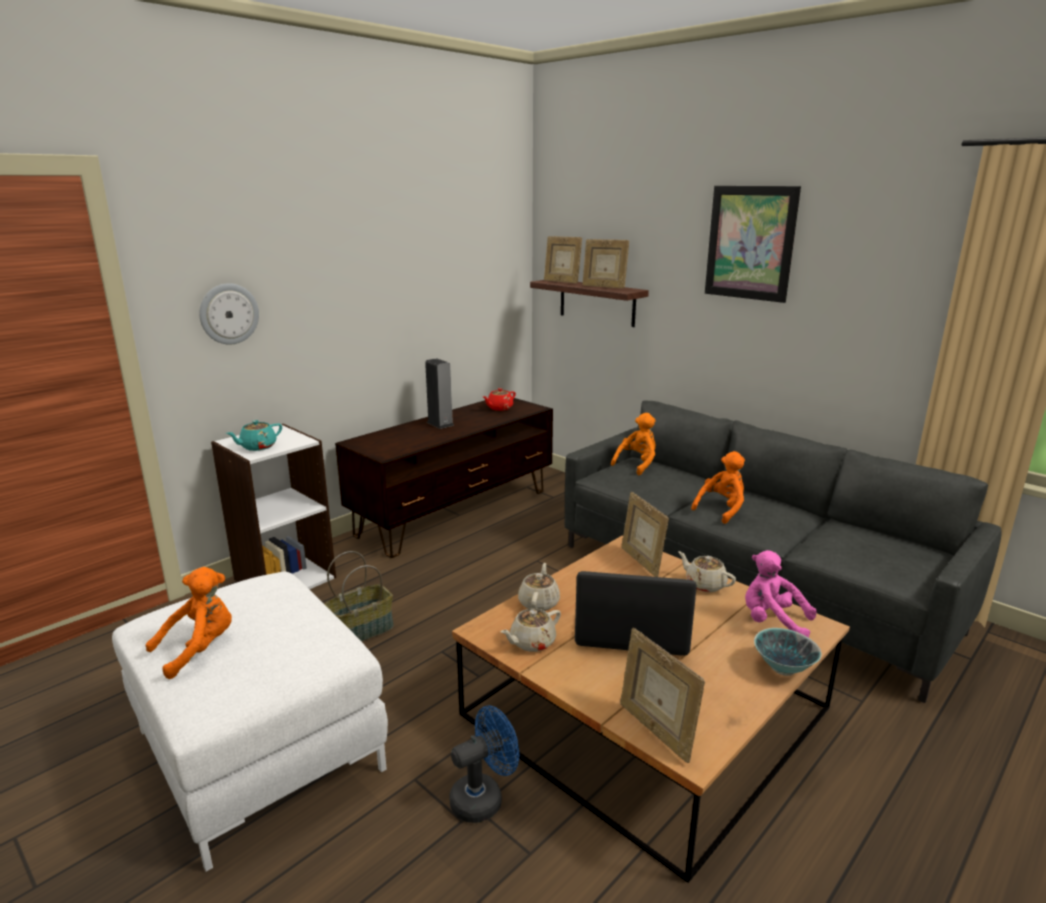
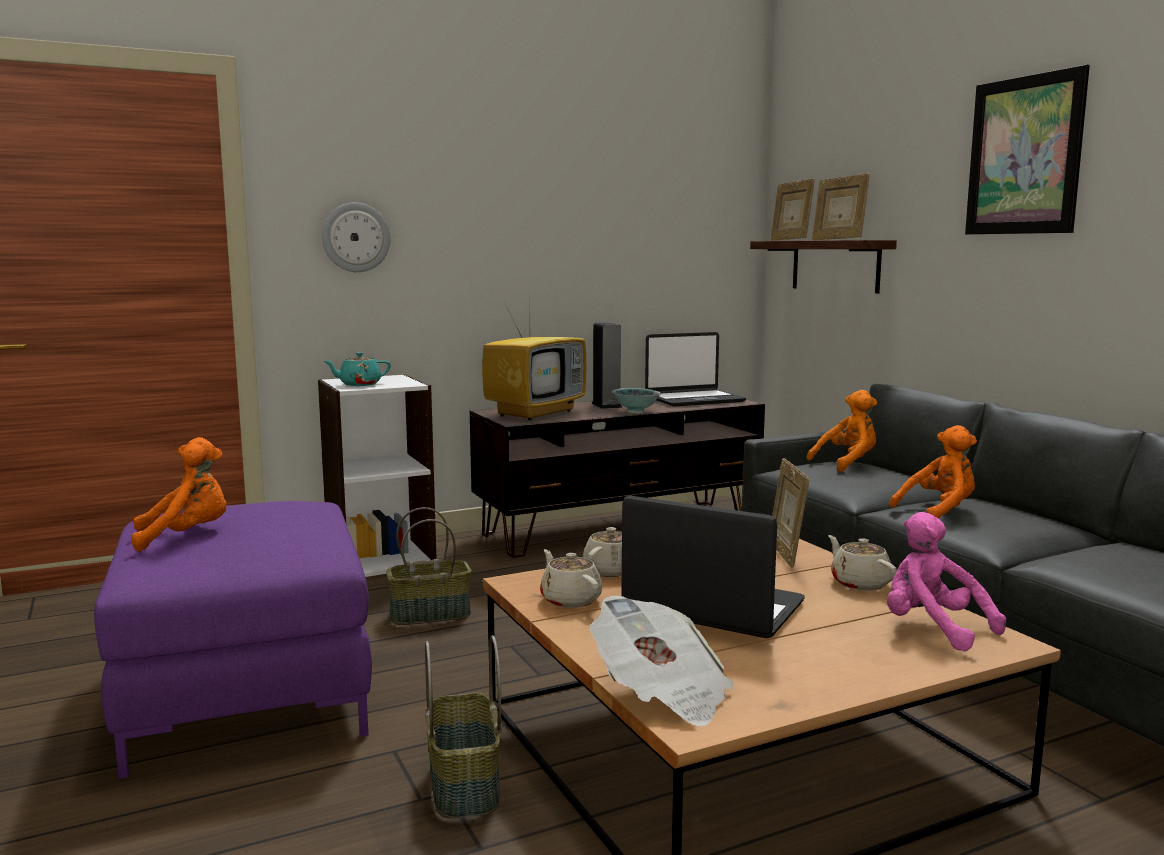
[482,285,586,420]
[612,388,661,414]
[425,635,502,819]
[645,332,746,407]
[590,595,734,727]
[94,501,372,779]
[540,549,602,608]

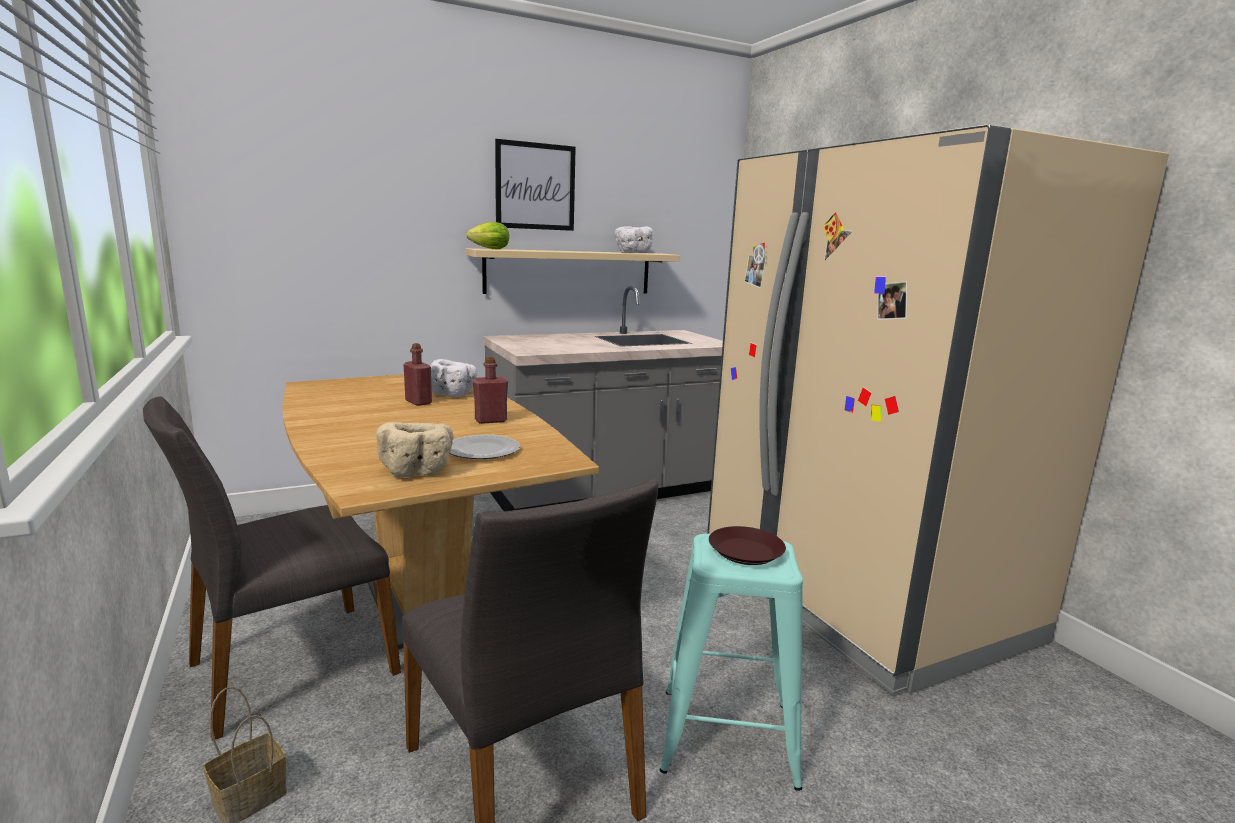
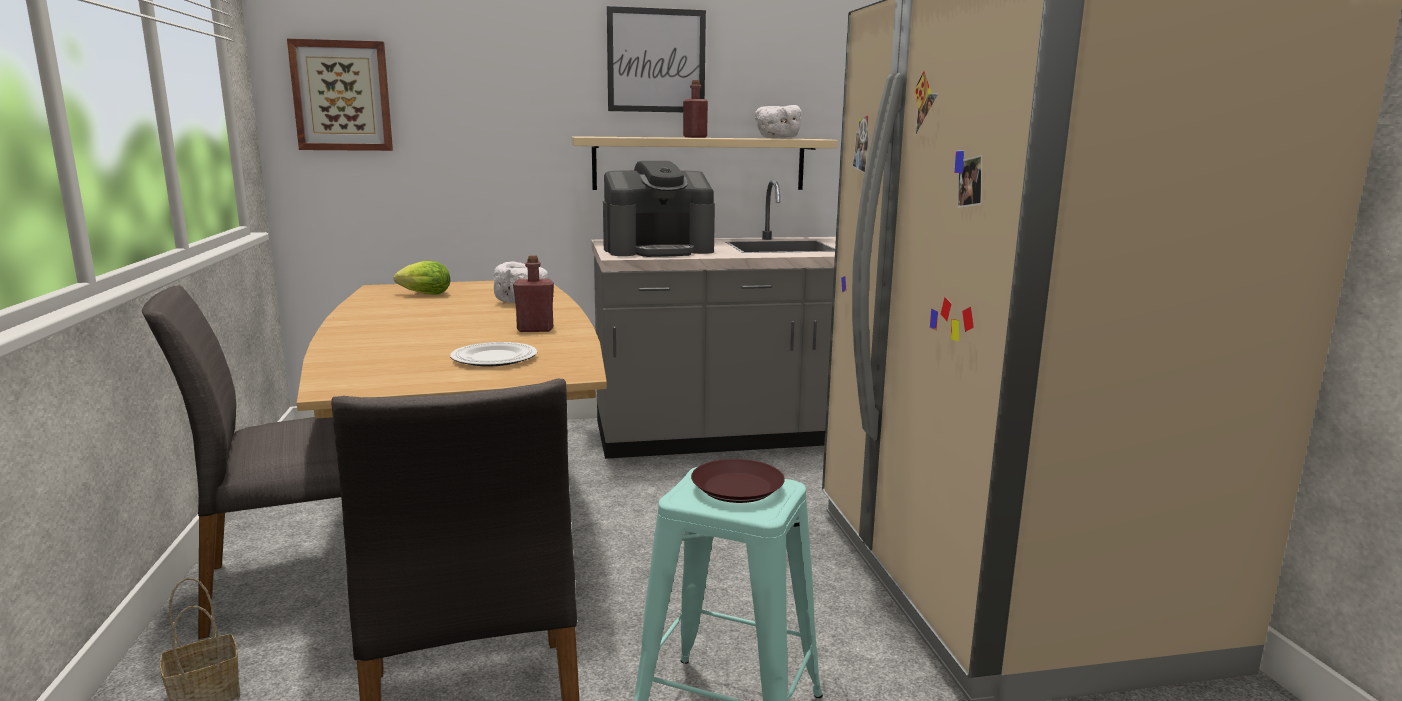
[376,422,454,477] (first image)
[287,39,393,151]
[603,161,715,257]
[683,80,708,138]
[394,261,450,295]

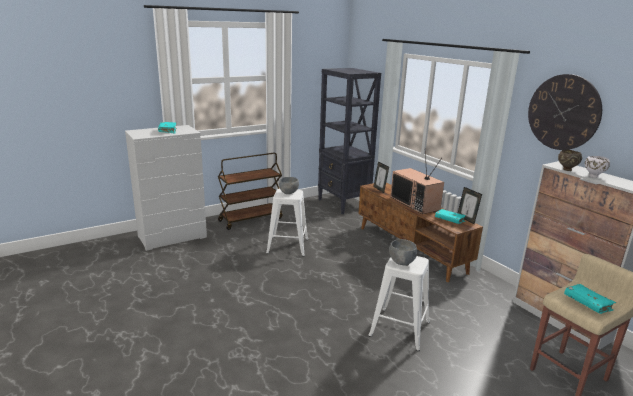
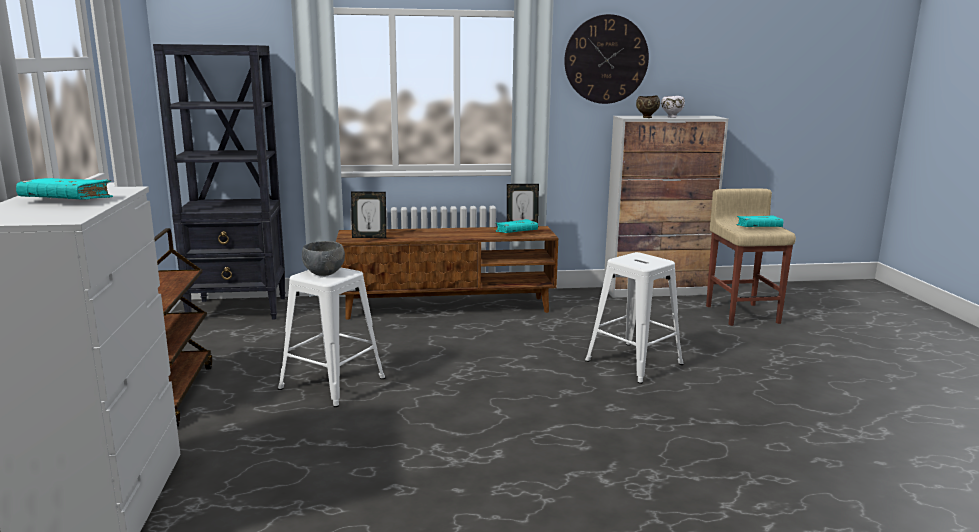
[389,239,417,265] (first image)
[390,153,444,214] (first image)

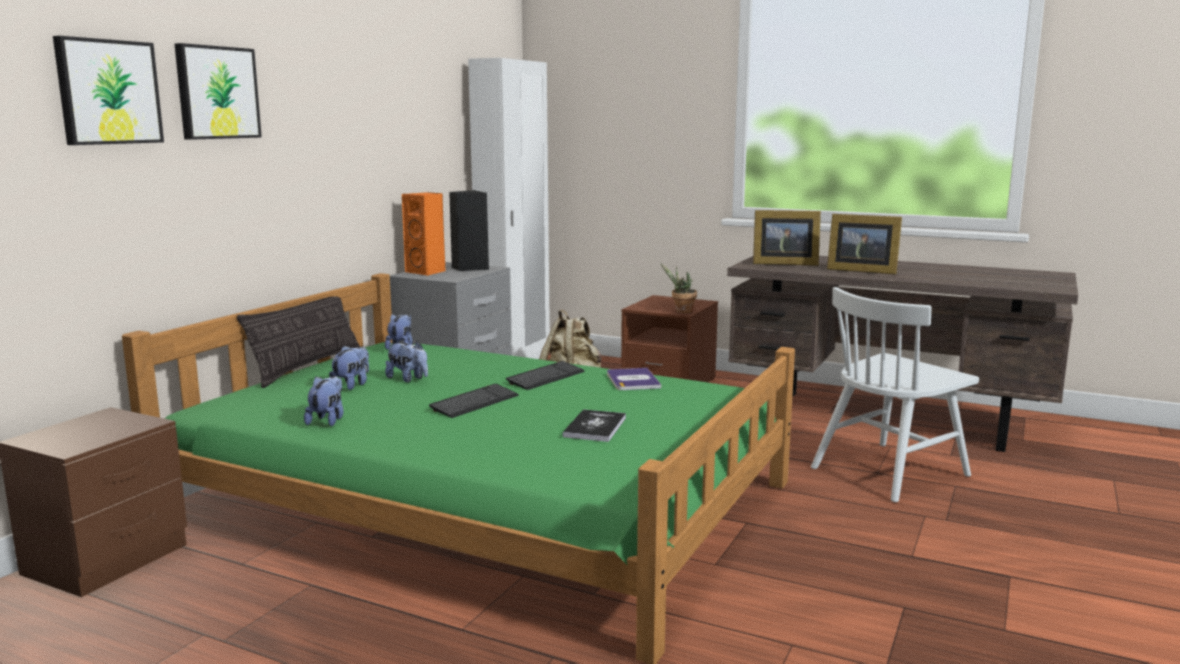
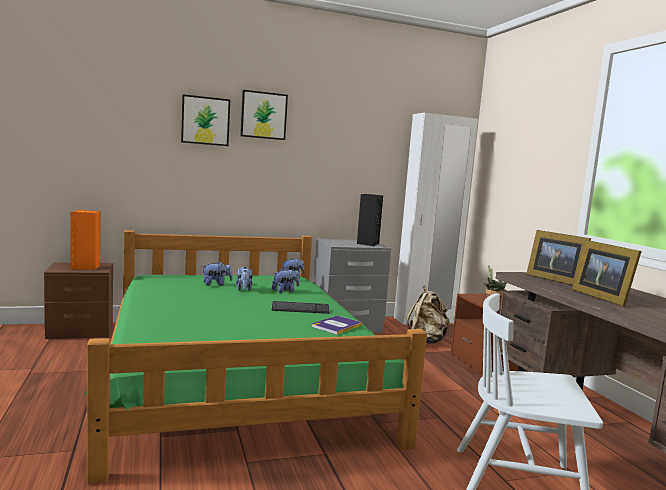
[237,288,360,388] (first image)
[429,384,519,418] (first image)
[562,409,626,442] (first image)
[240,90,288,140]
[272,268,299,293]
[70,210,101,270]

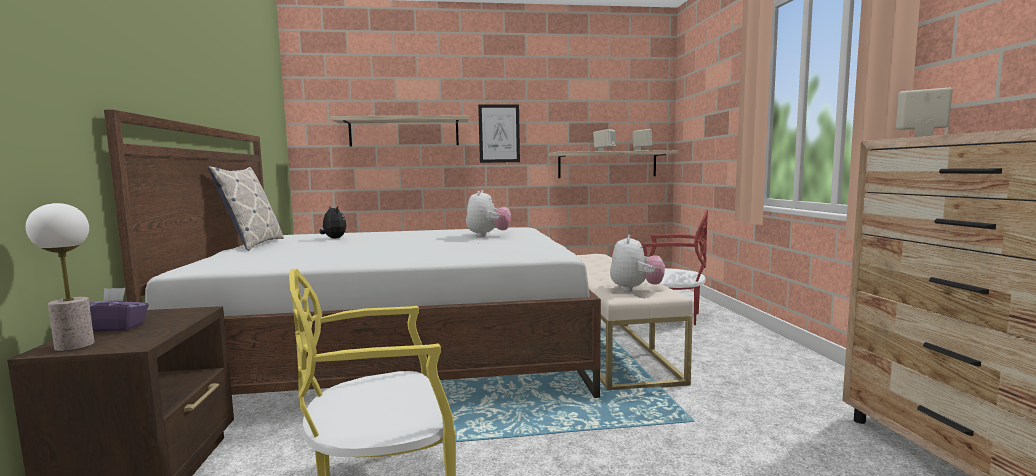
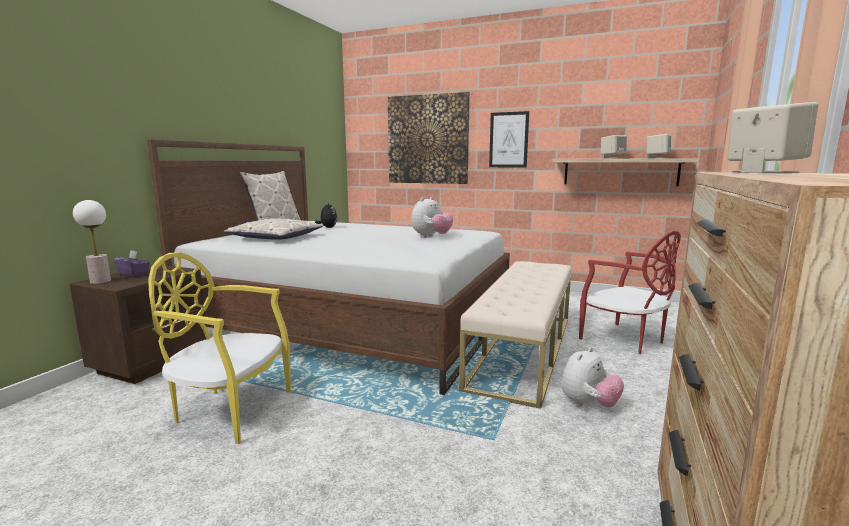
[224,218,323,240]
[561,347,624,408]
[388,92,470,184]

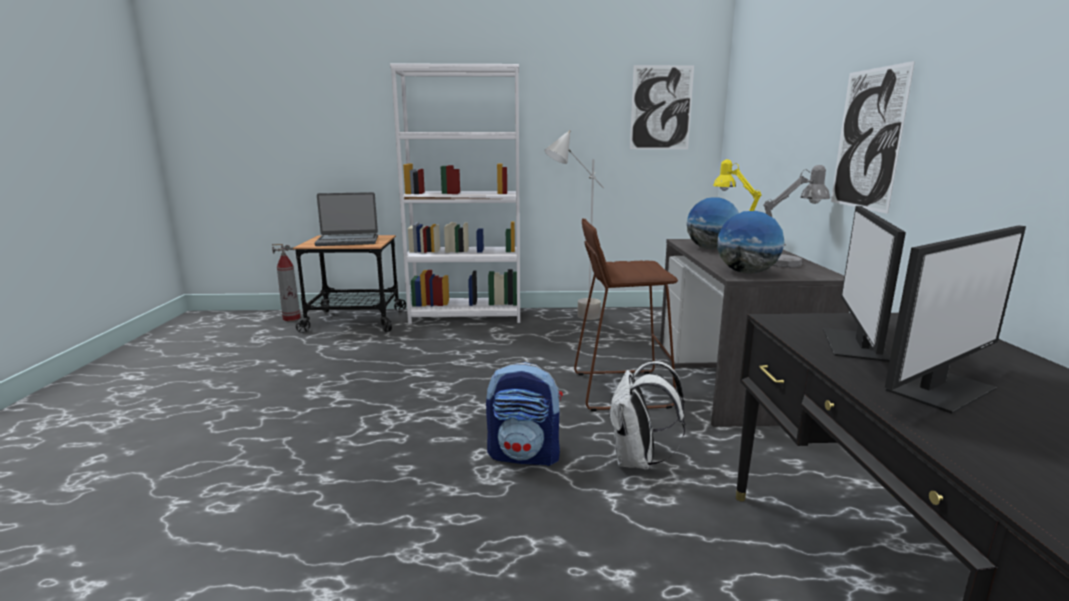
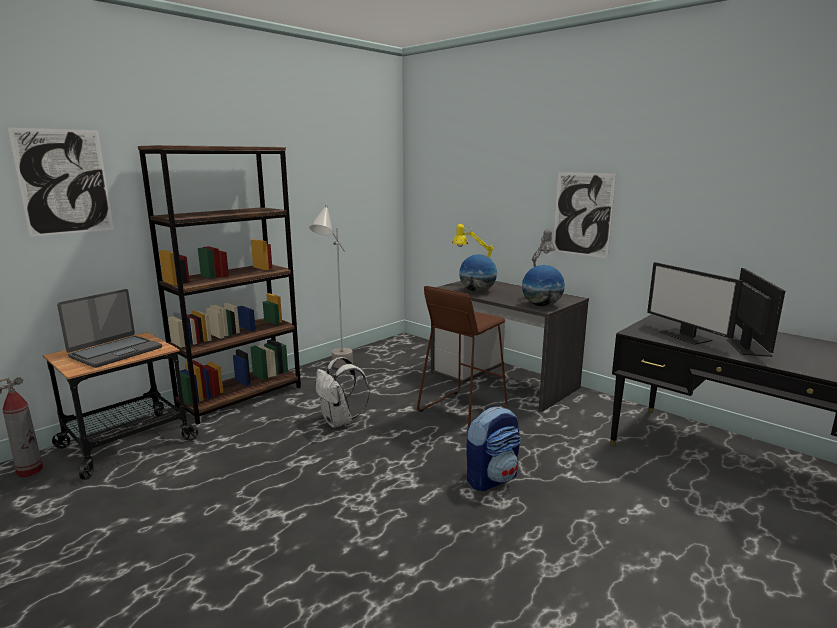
[316,357,370,428]
[8,128,114,237]
[138,145,301,425]

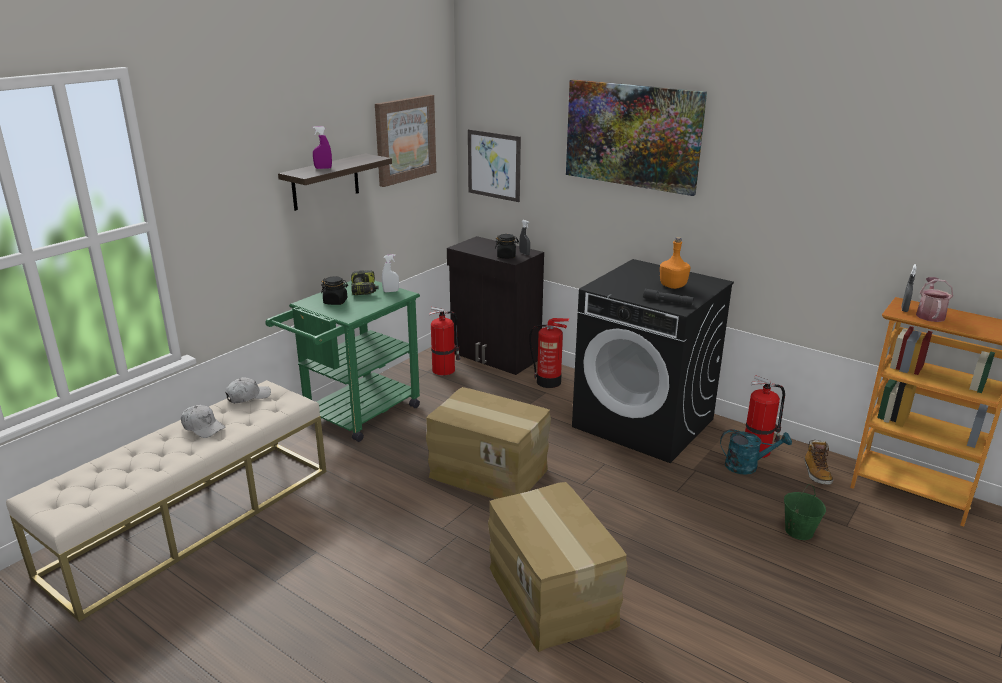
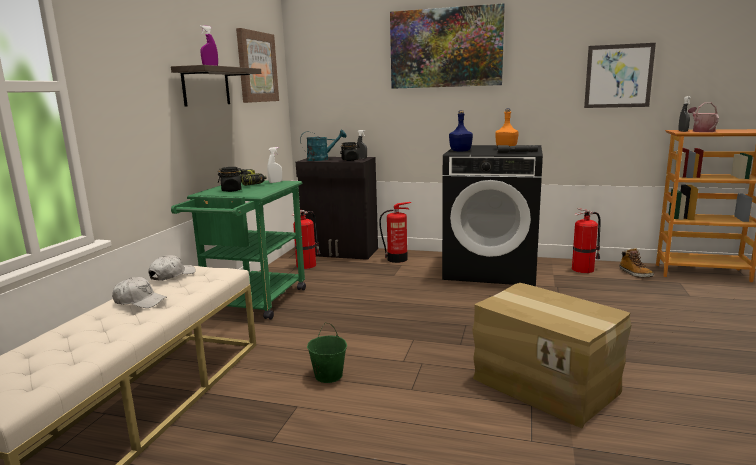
[426,387,551,499] (first image)
[449,110,473,152]
[584,43,656,108]
[300,130,346,161]
[307,322,347,383]

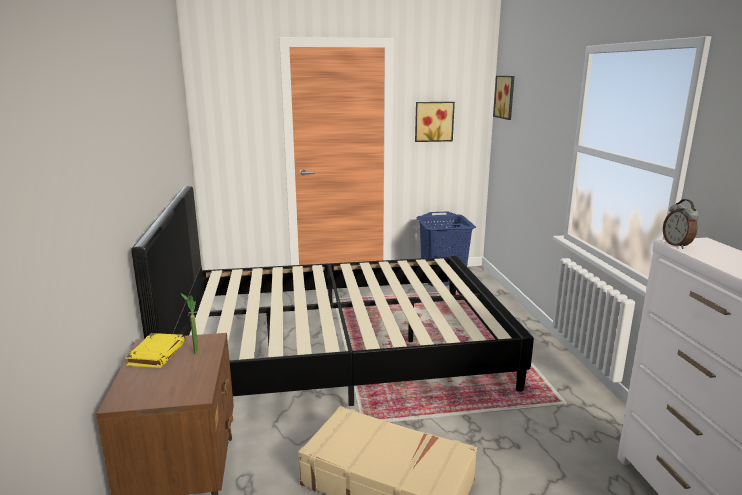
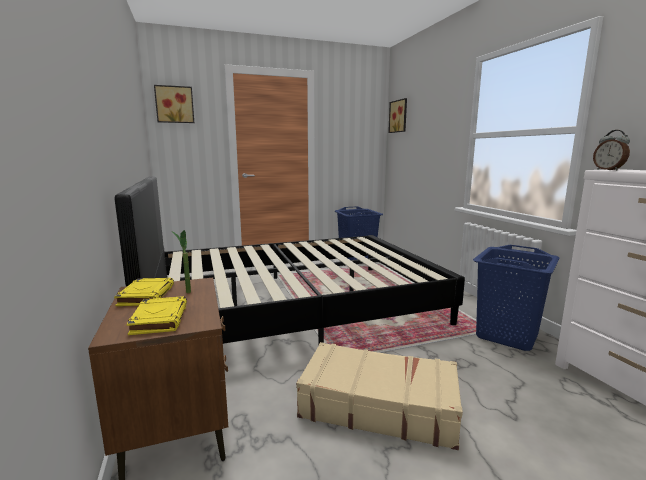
[126,296,187,335]
[473,245,560,351]
[154,85,194,123]

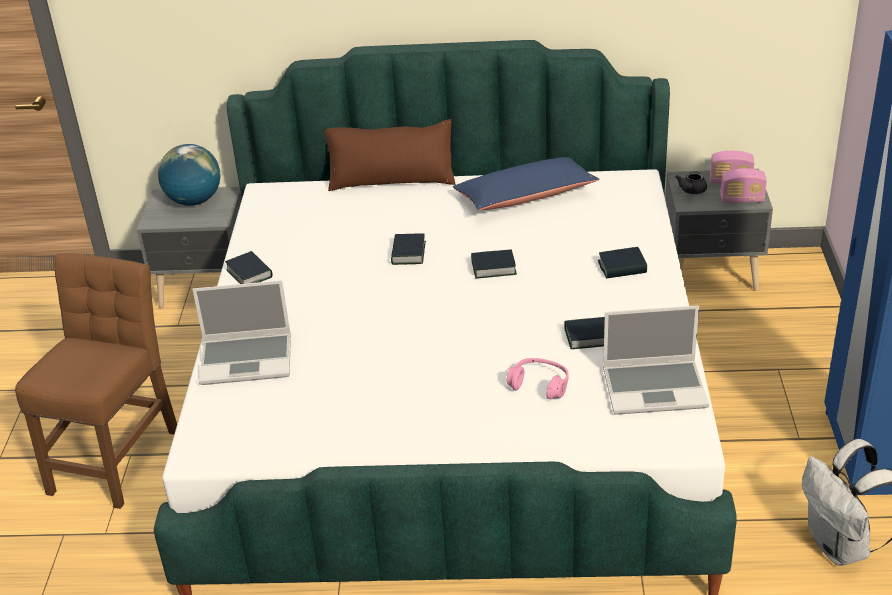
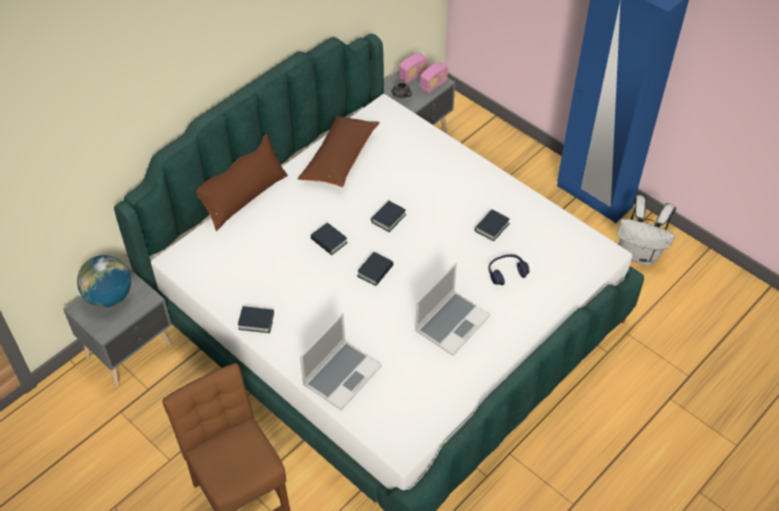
[357,252,394,286]
[415,263,491,356]
[298,116,380,187]
[489,254,529,285]

